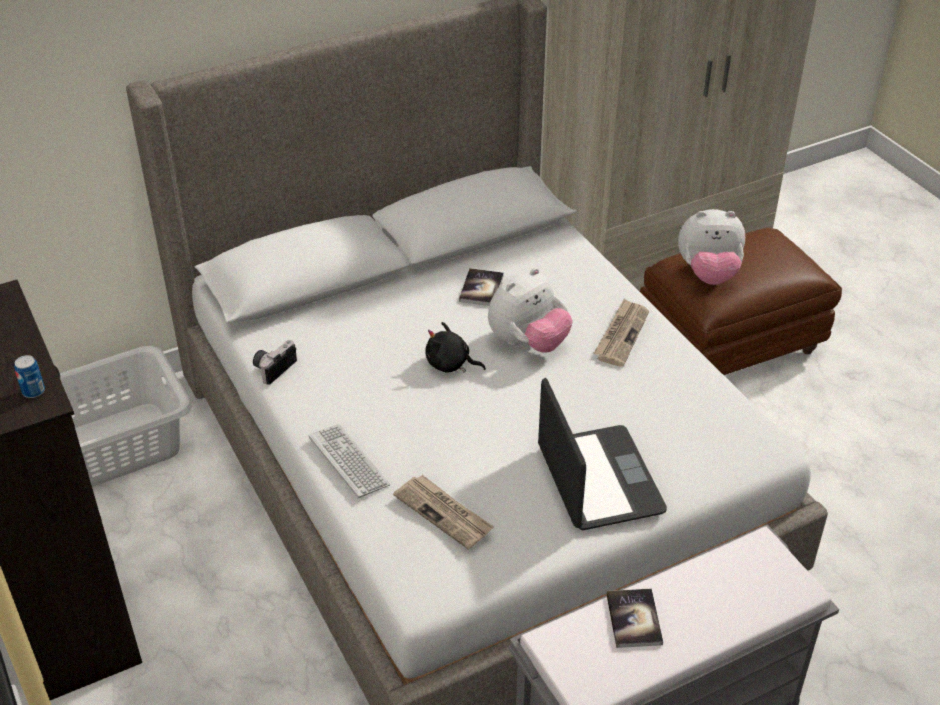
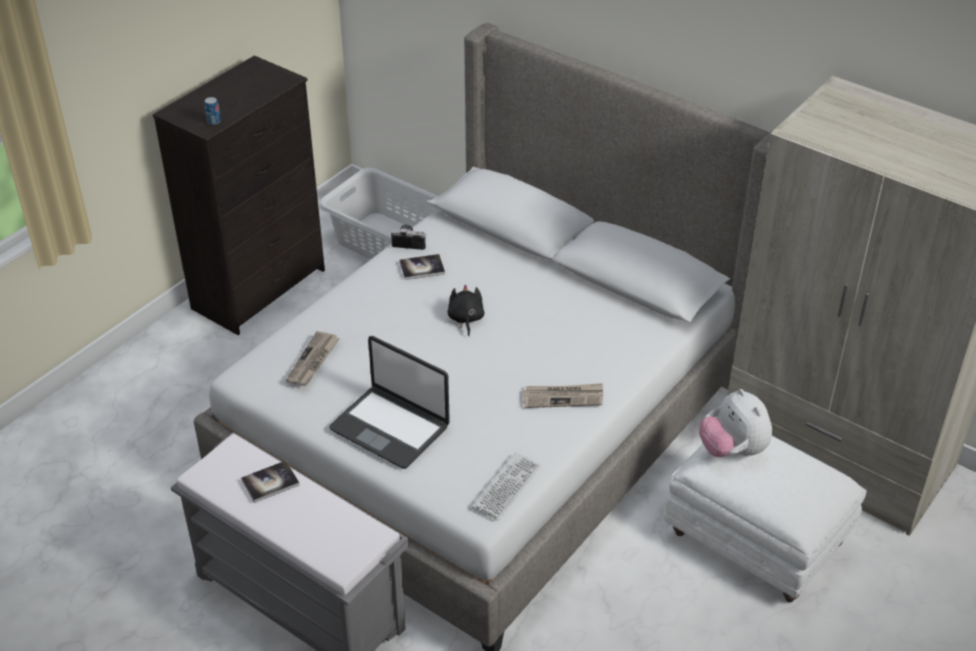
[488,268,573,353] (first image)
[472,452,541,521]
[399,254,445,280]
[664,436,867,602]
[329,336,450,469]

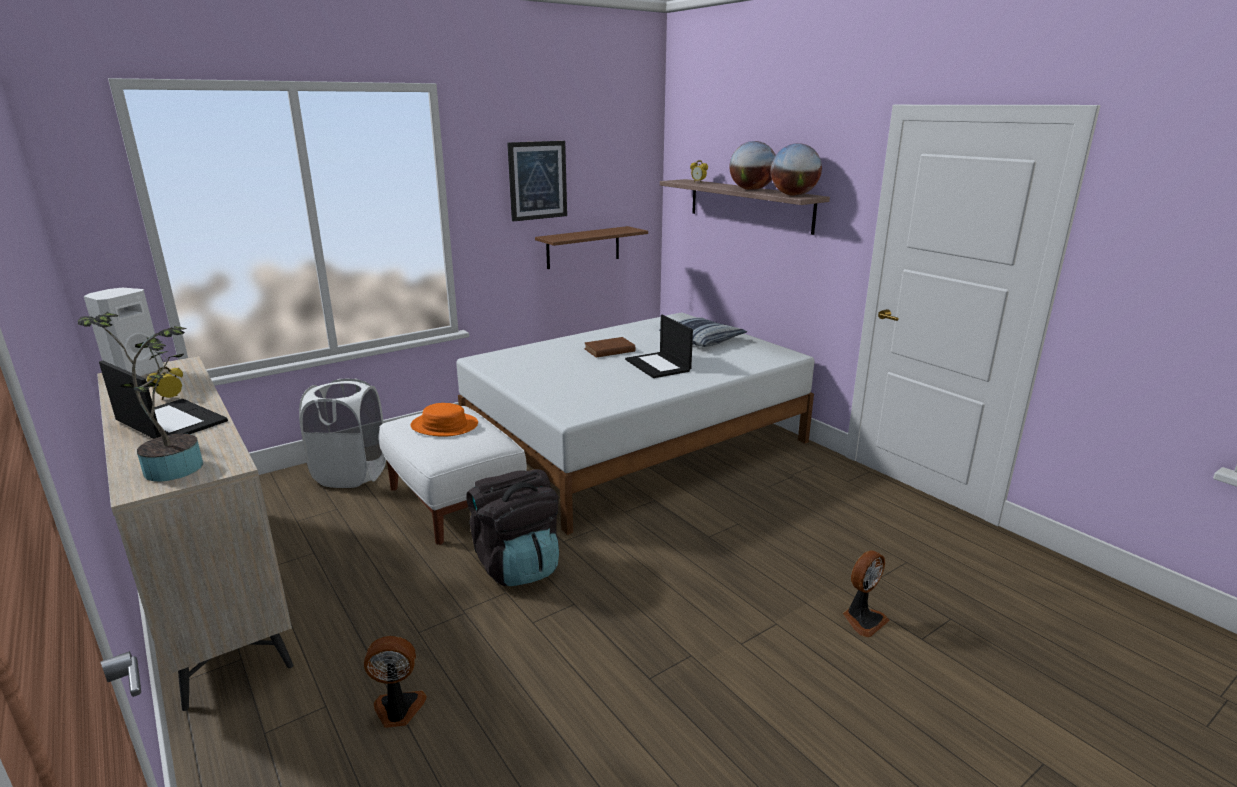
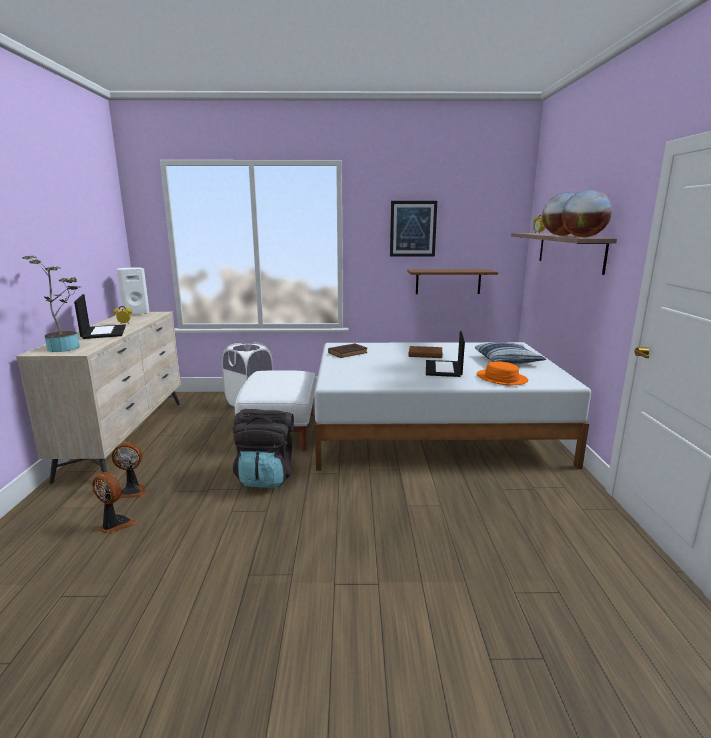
[328,343,368,358]
[476,361,528,385]
[112,442,145,498]

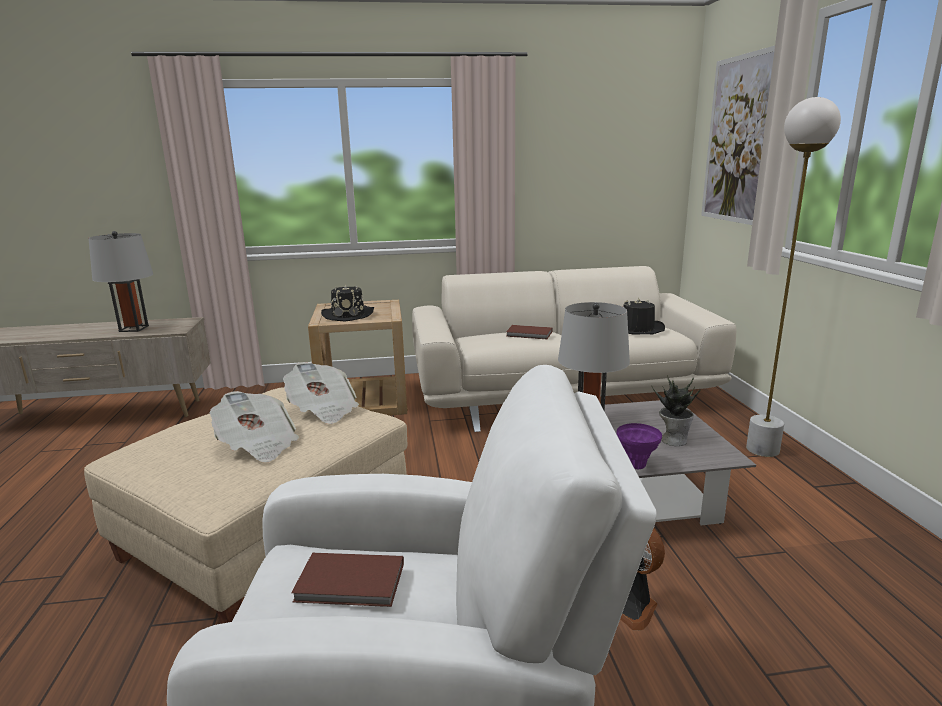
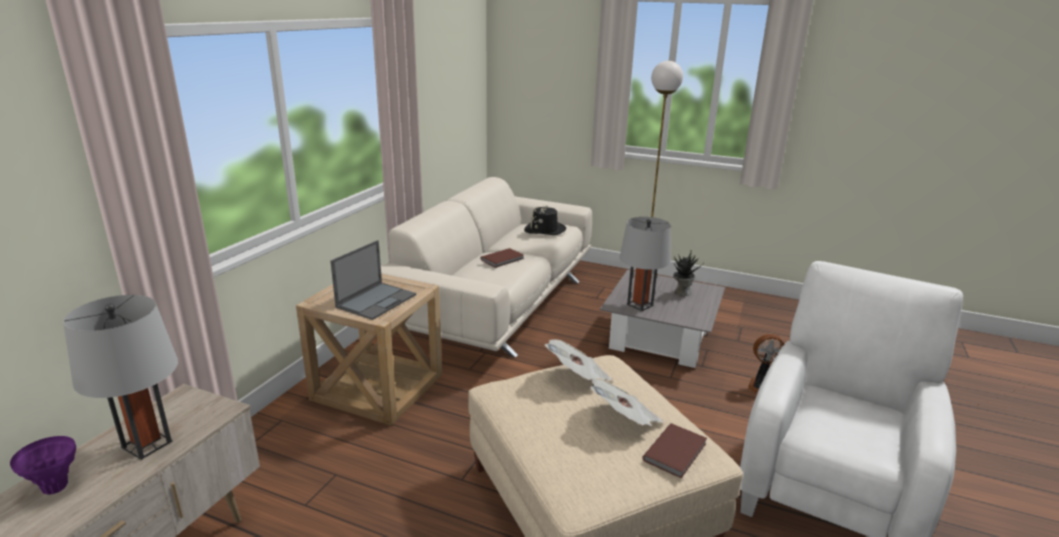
[701,46,775,225] (first image)
[642,423,707,478]
[10,436,76,495]
[330,240,416,320]

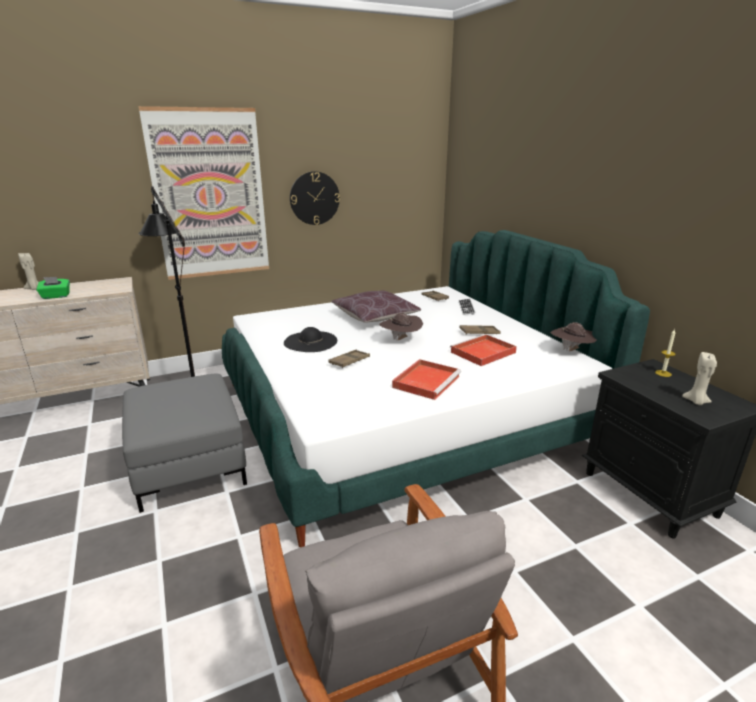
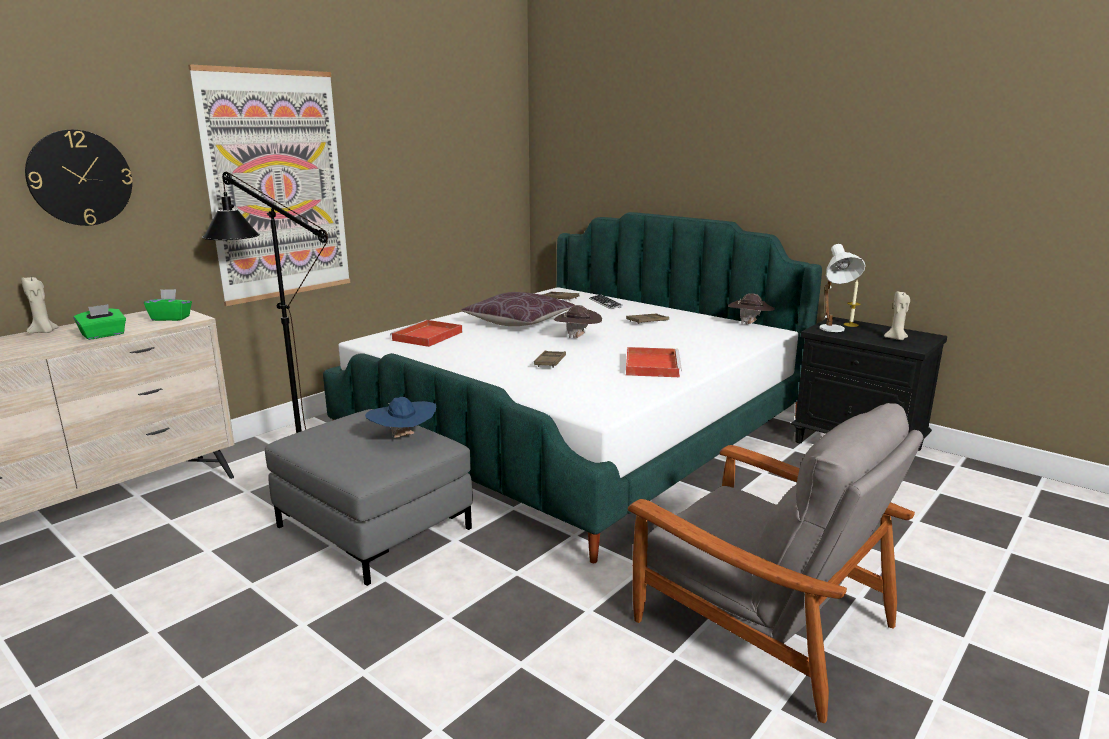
[284,327,337,352] (first image)
[144,289,192,321]
[365,397,436,438]
[819,244,866,332]
[25,130,132,226]
[390,320,462,347]

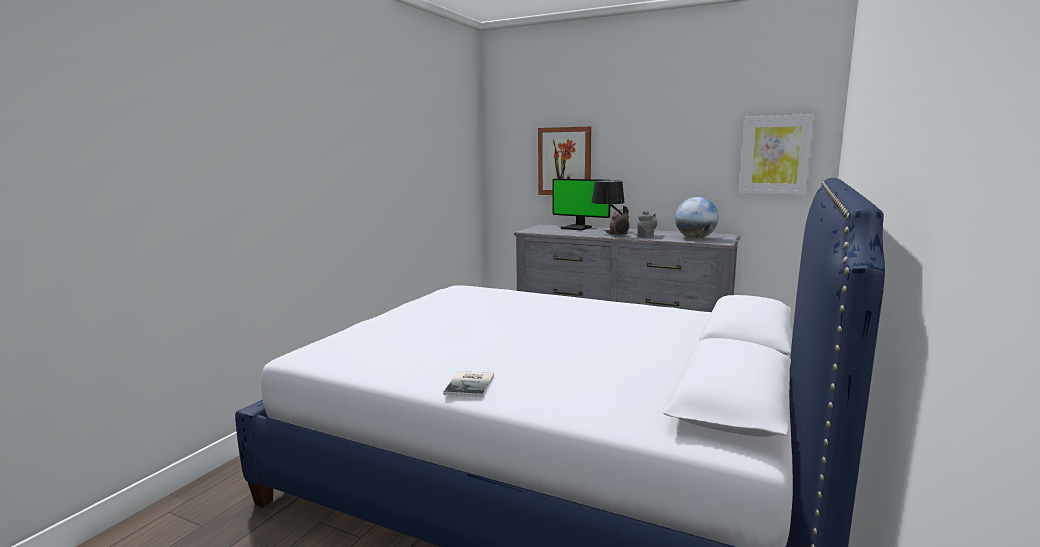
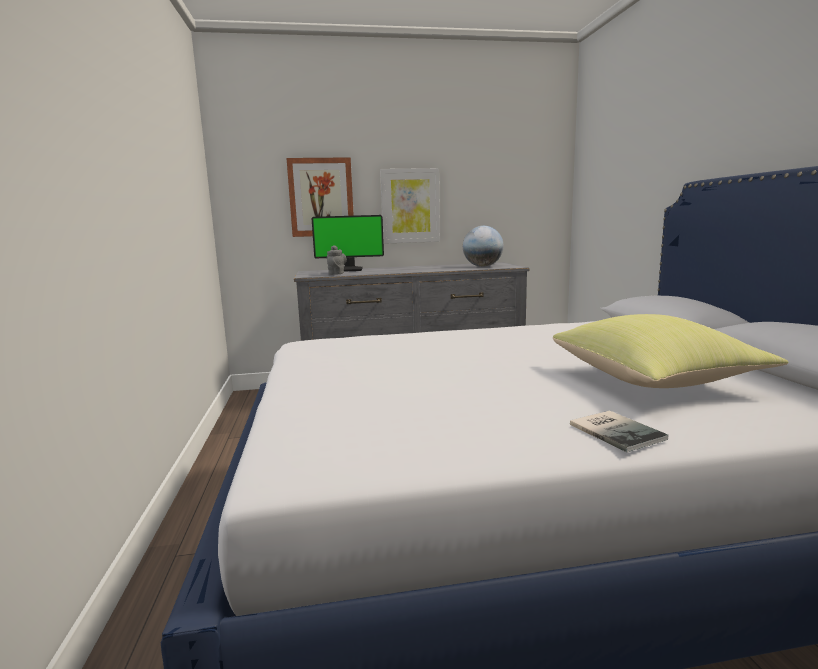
[592,180,628,234] (first image)
[610,210,630,237] (first image)
[553,314,789,388]
[327,245,347,275]
[380,168,440,244]

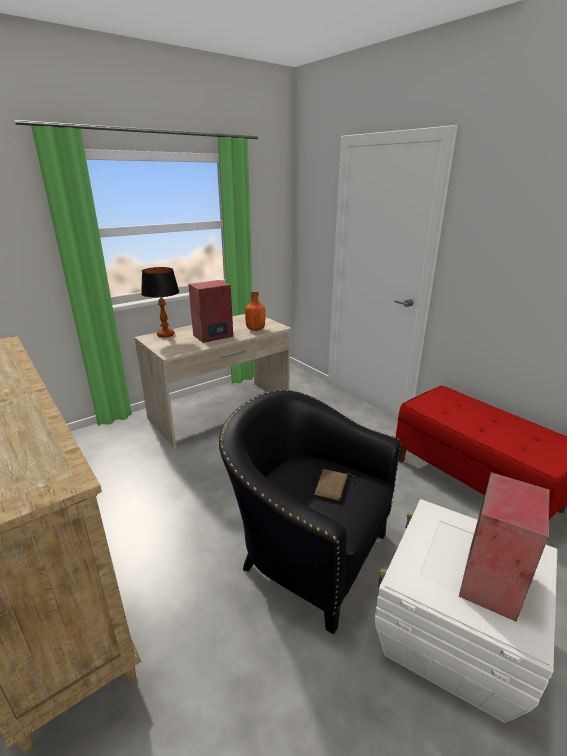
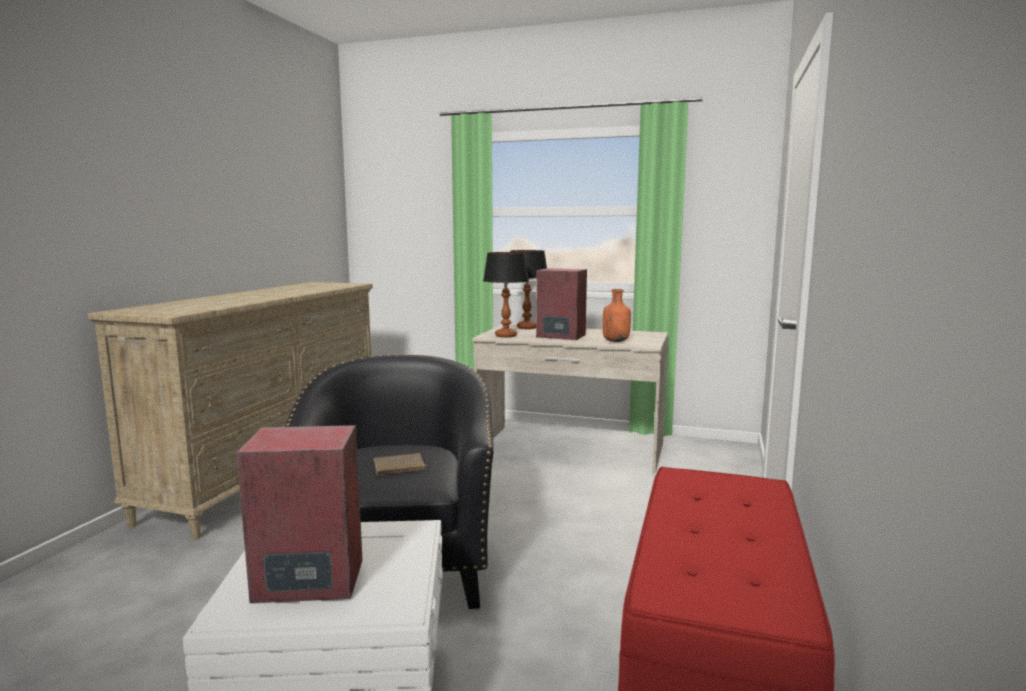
[483,252,529,338]

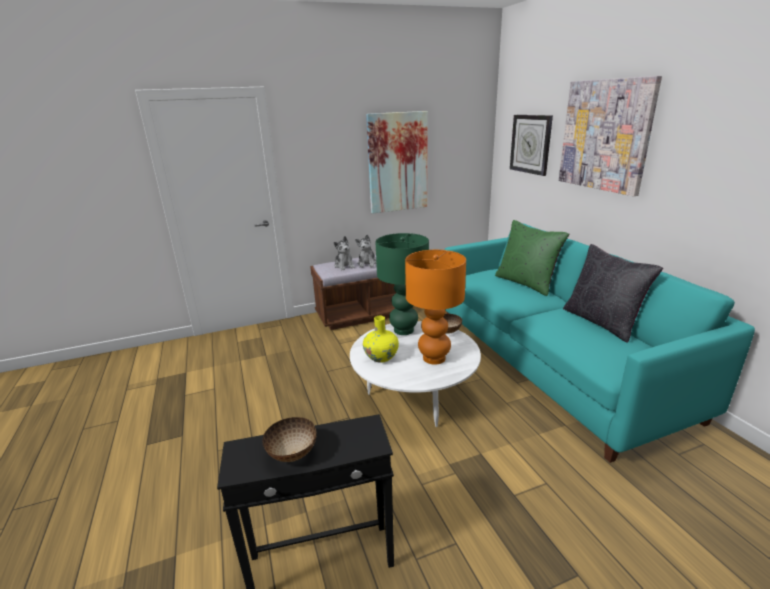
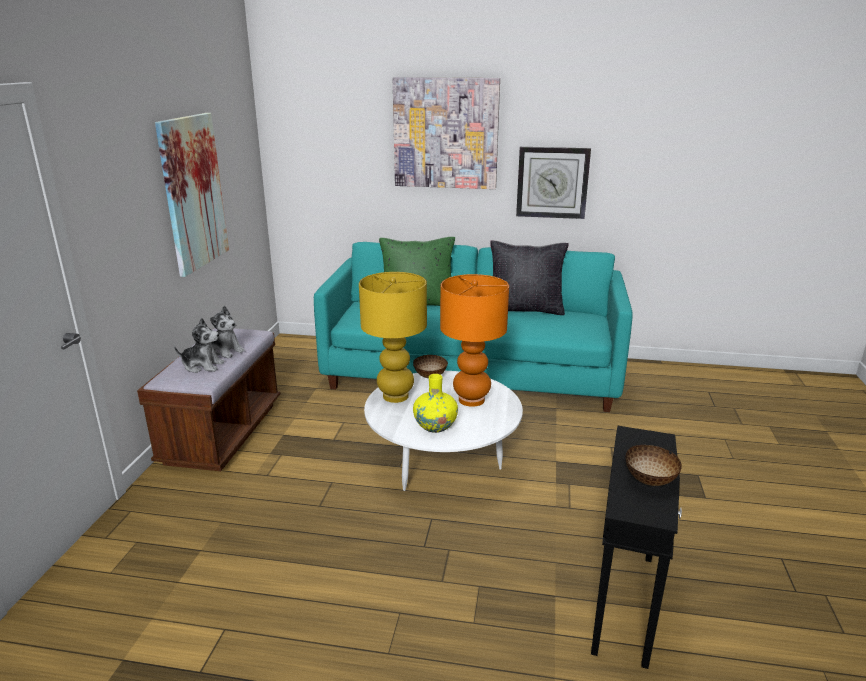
[516,147,591,219]
[359,272,427,403]

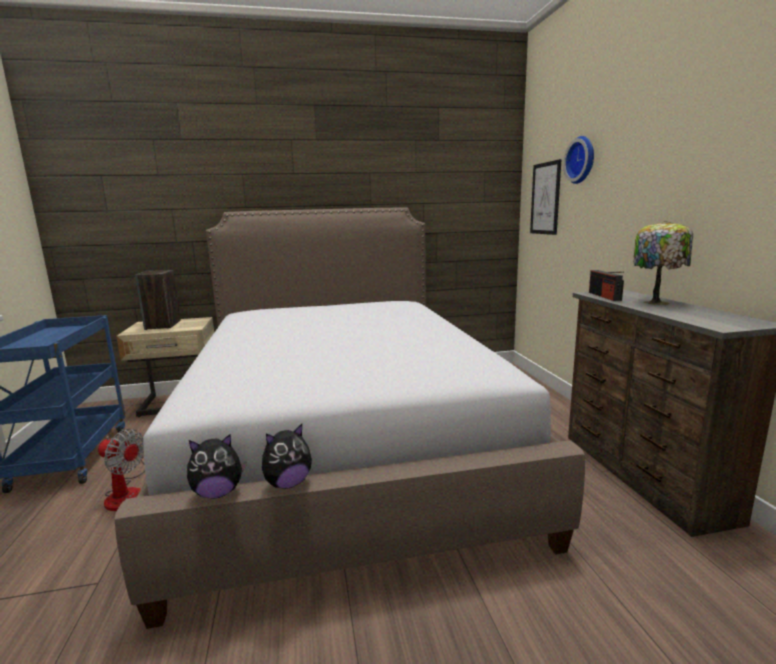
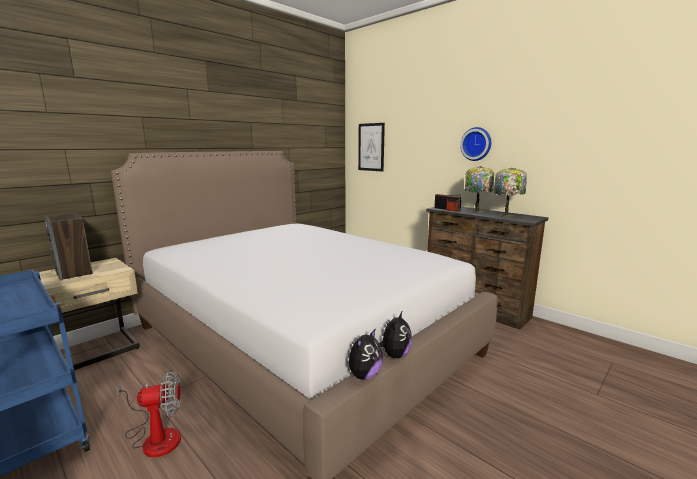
[494,168,527,217]
[460,127,491,161]

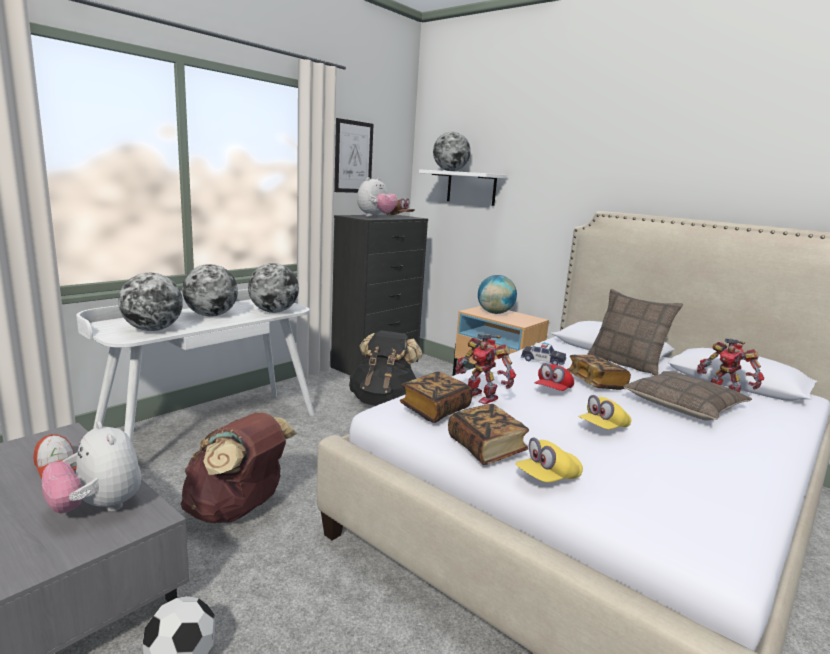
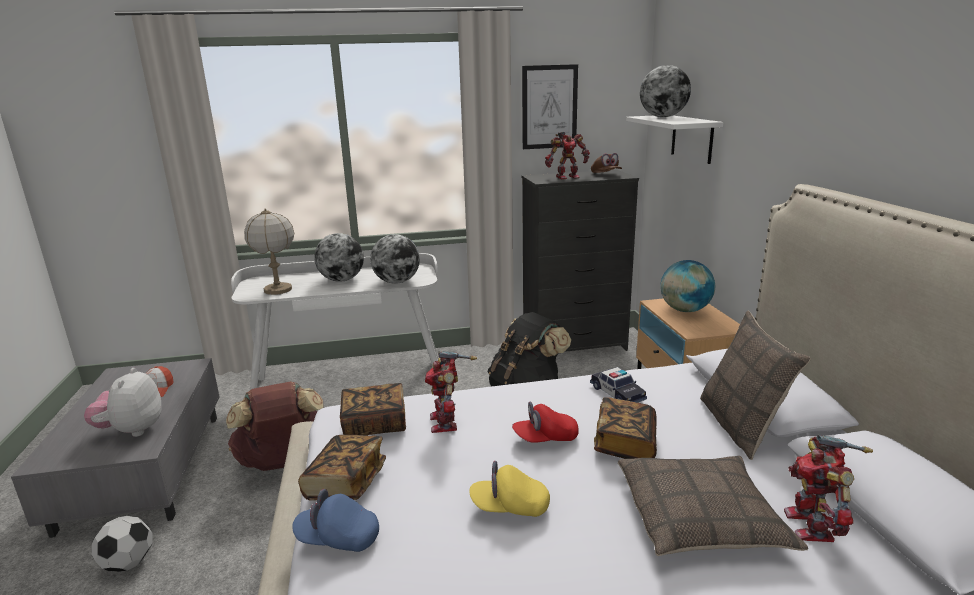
[244,208,294,295]
[545,132,590,179]
[292,489,379,552]

